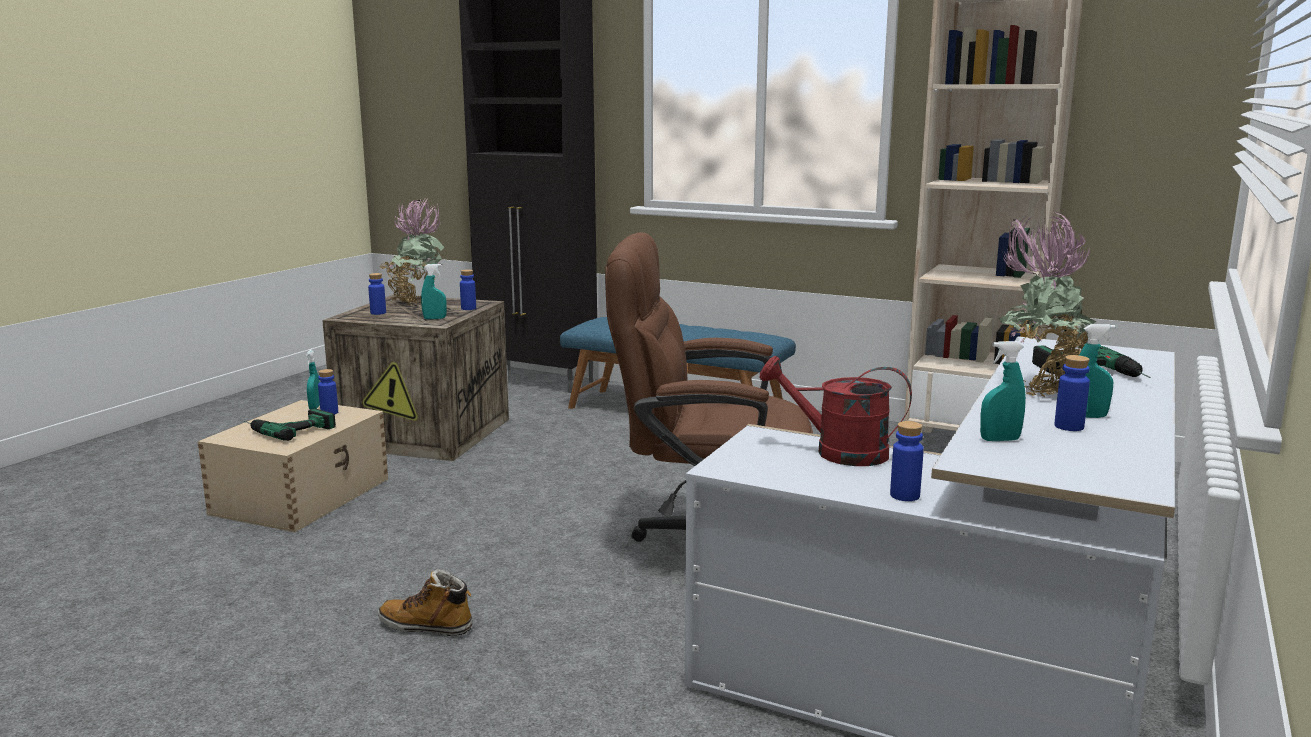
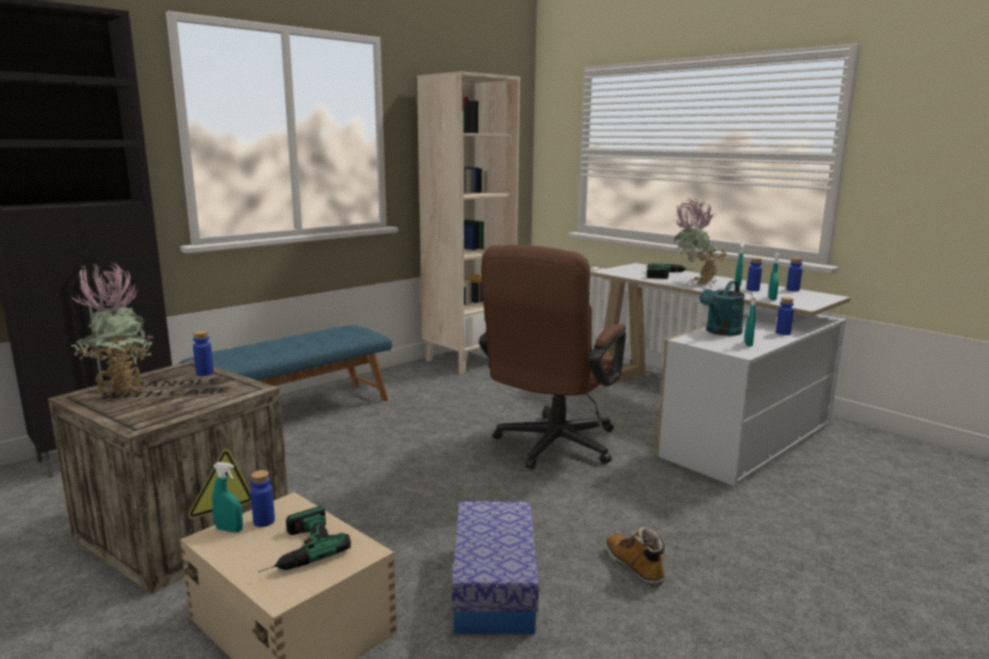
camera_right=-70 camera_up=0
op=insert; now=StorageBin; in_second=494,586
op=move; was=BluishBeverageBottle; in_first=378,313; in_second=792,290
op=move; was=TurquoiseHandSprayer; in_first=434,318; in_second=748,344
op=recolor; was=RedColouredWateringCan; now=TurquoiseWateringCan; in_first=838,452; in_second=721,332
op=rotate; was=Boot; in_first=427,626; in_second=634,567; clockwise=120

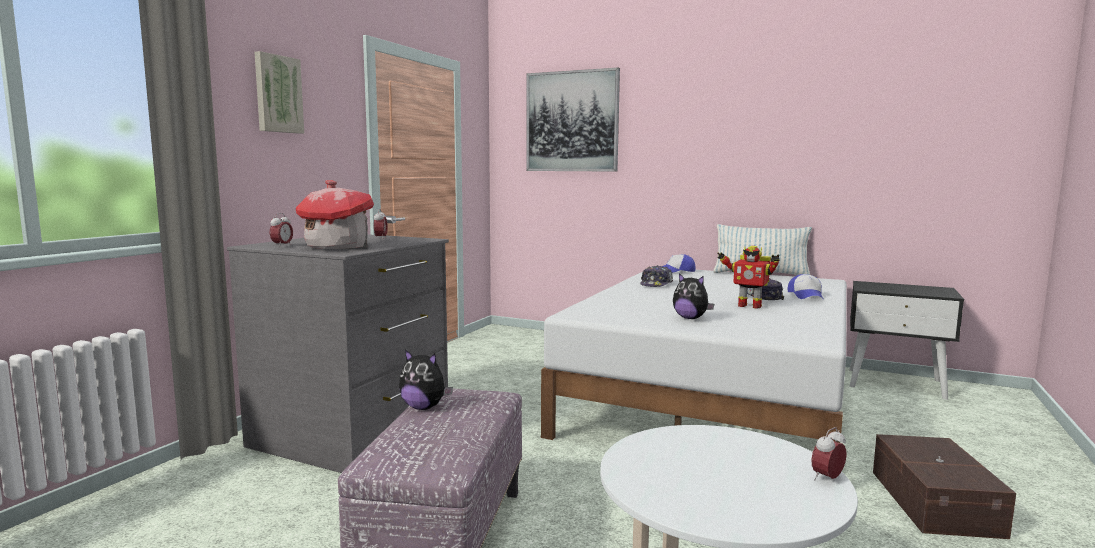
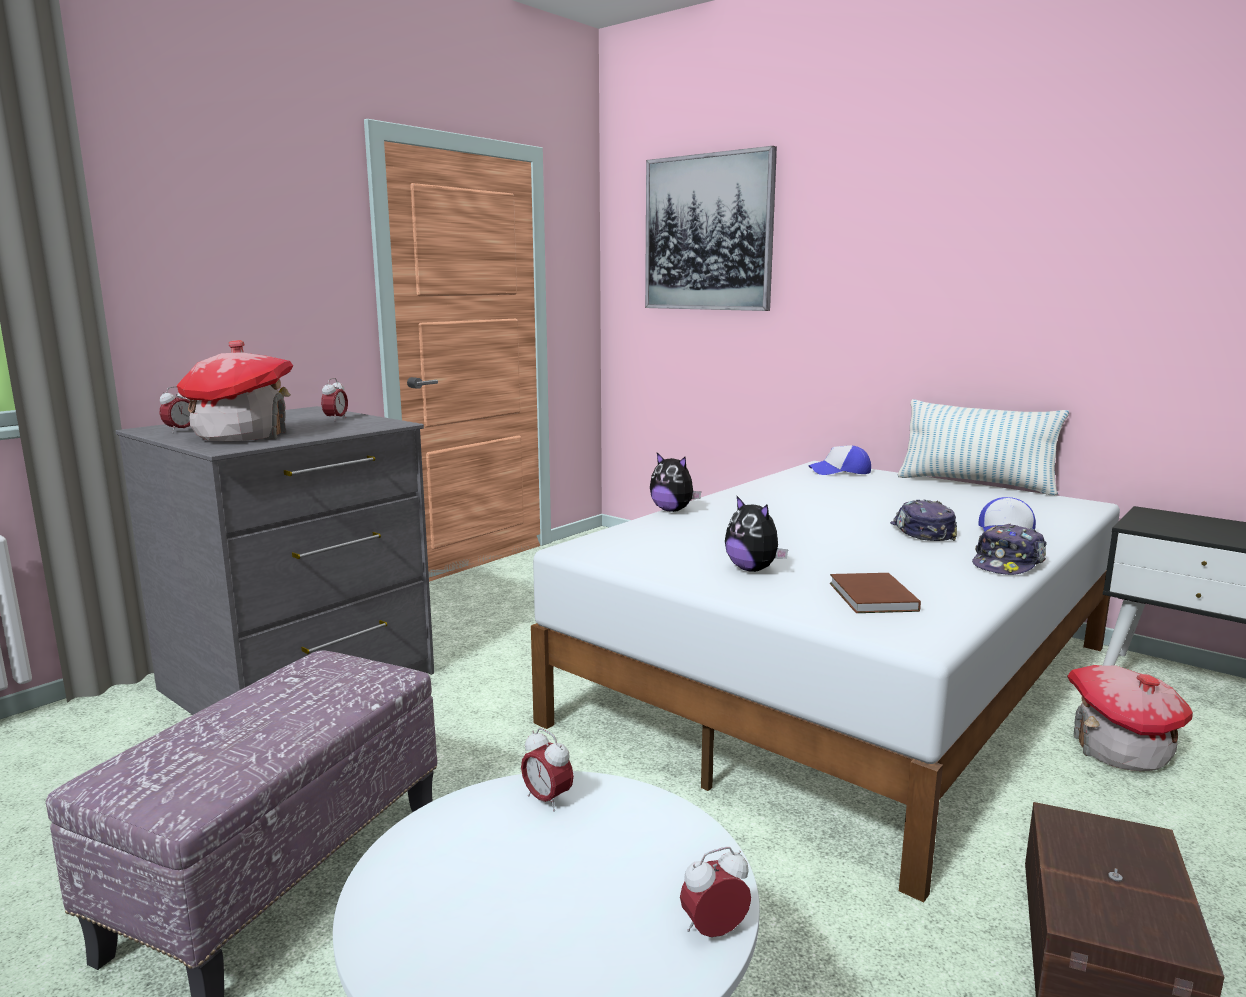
camera_right=15 camera_up=5
op=delete; was=WallPicture; in_first=277,94
op=delete; was=ToyRobot; in_first=749,306
op=insert; now=AlarmClock; in_second=547,800
op=insert; now=BrownishVolume; in_second=872,598
op=insert; now=ToyHouse; in_second=1120,751
op=move; was=SoftToy; in_first=424,407; in_second=672,510
op=move; was=BaseballCap; in_first=656,284; in_second=1008,564

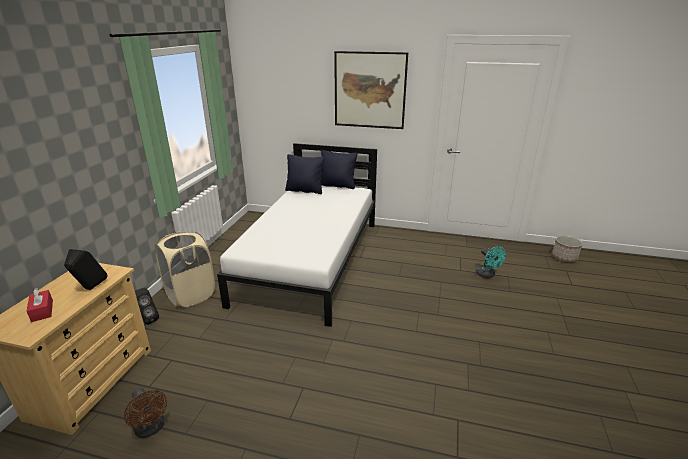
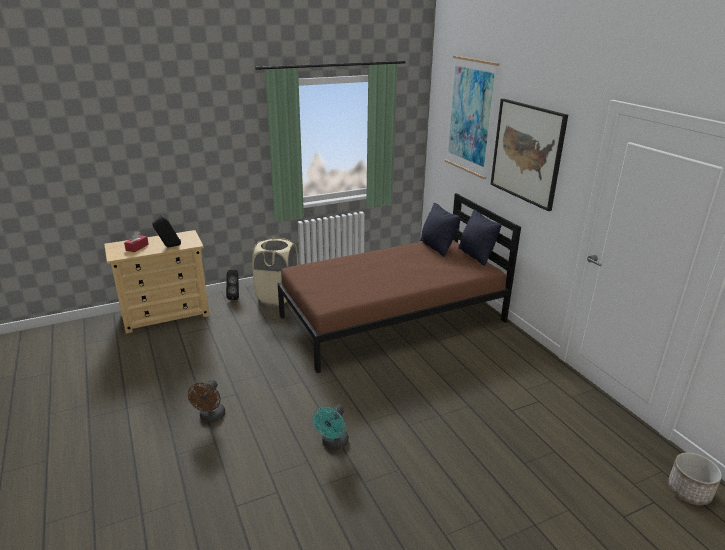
camera_right=50 camera_up=0
op=insert; now=WallPicture; in_second=470,116
op=move; was=BrownishCoolingFan; in_first=151,429; in_second=211,417
op=move; was=TurquoiseCoolingFan; in_first=487,275; in_second=333,444
op=recolor; was=WhiteColouredBedroomBed; now=BrownishBedroomBed; in_first=311,260; in_second=393,319

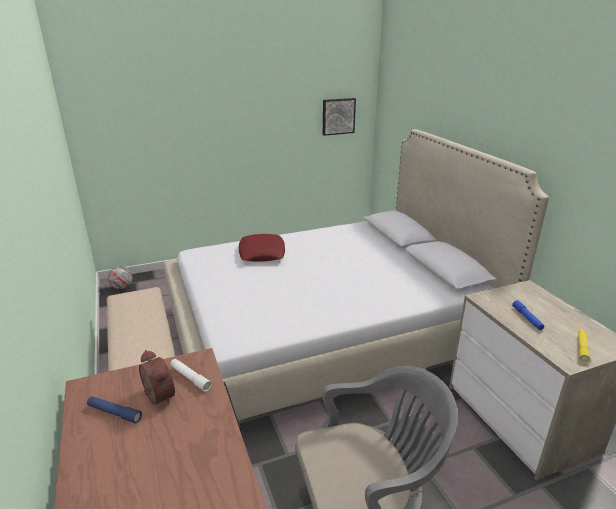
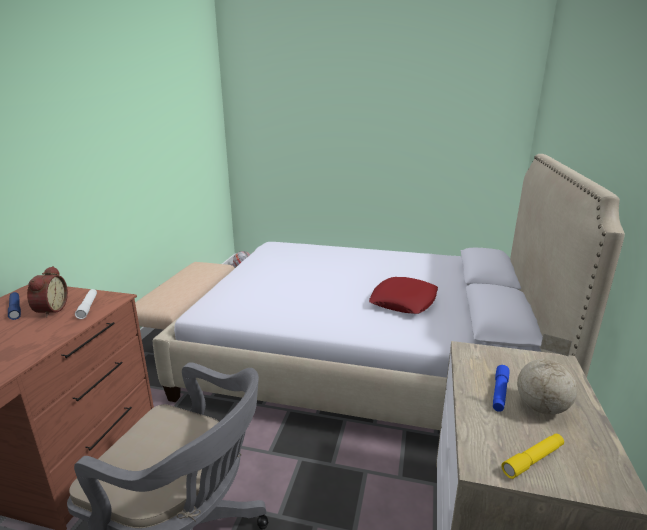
camera_right=35 camera_up=-5
op=delete; was=WallPicture; in_first=338,116
op=insert; now=Globe; in_second=540,407
op=move; was=RedColouredThrowPillow; in_first=262,253; in_second=404,301

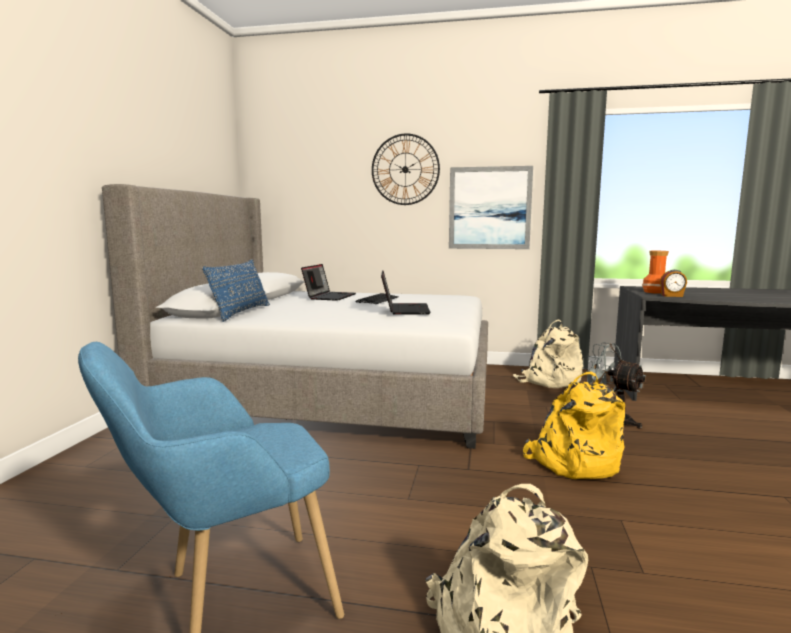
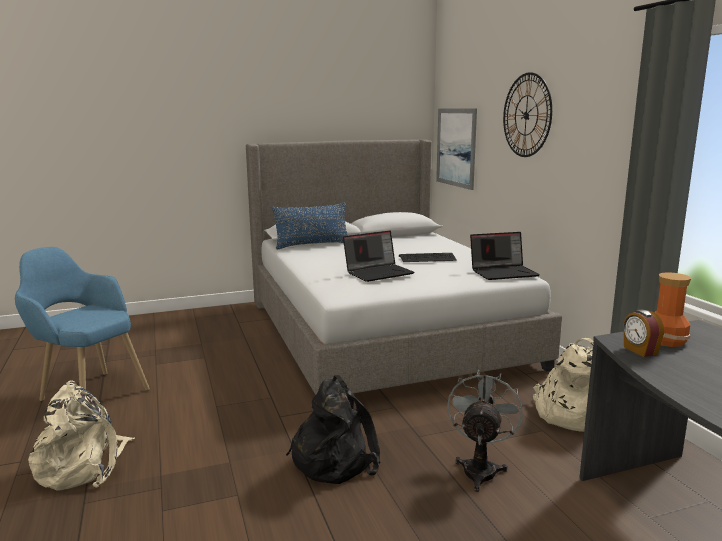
camera_right=60 camera_up=5
op=move; was=PortableComputer; in_first=329,296; in_second=504,272
op=move; was=WallPicture; in_first=489,208; in_second=456,147
op=recolor; was=YellowColouredBackpack; now=BlackColouredBackpack; in_first=573,462; in_second=334,459

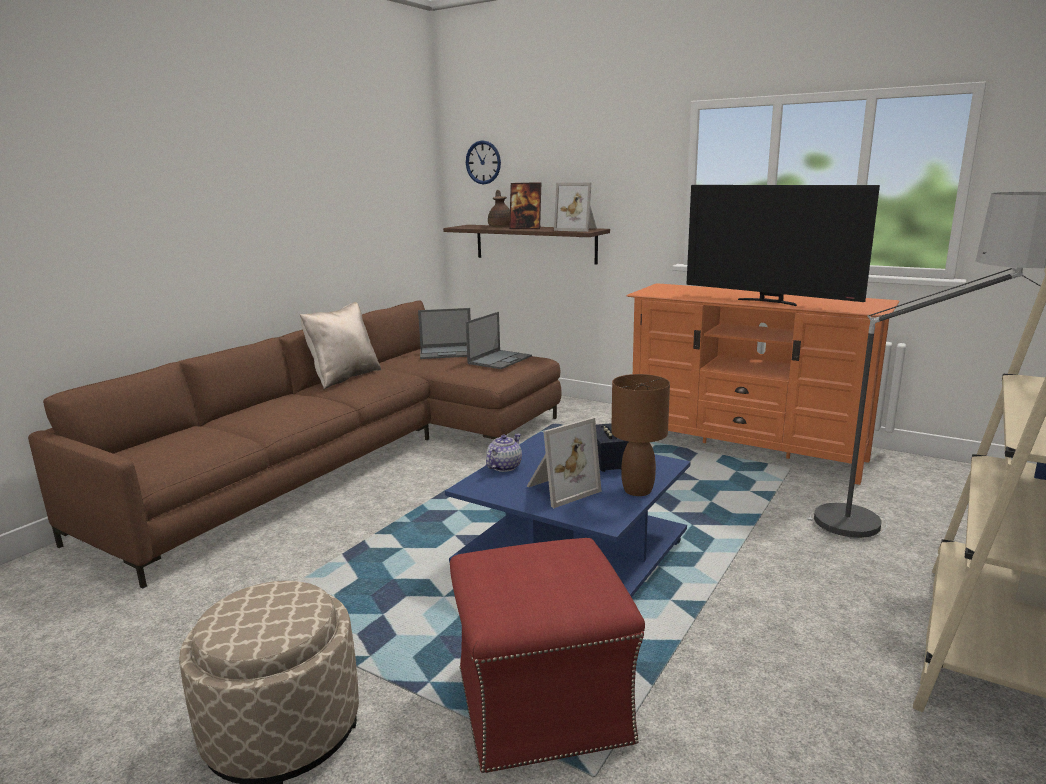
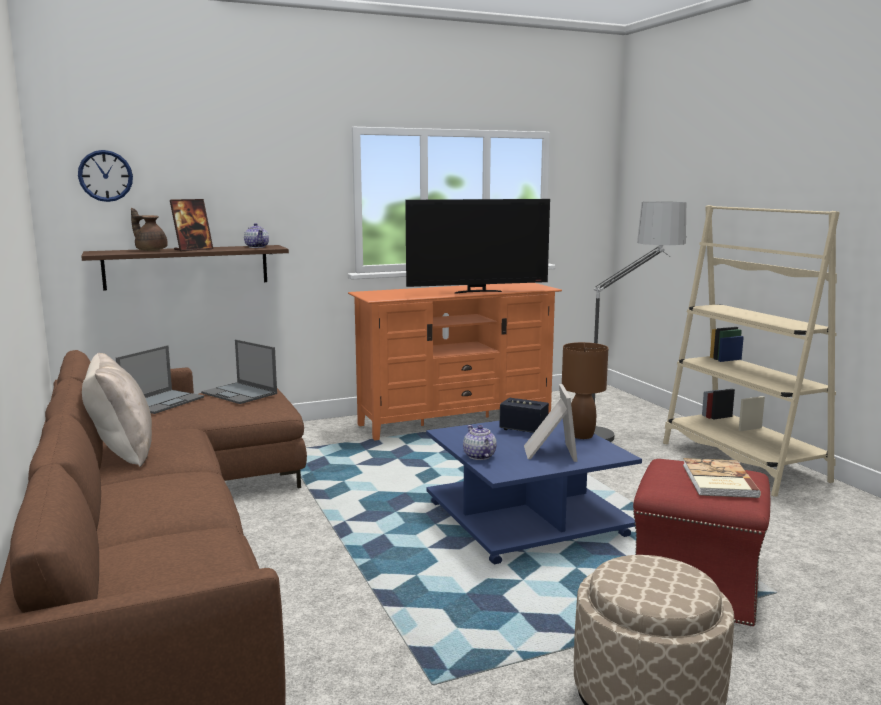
camera_right=-55 camera_up=-5
op=insert; now=Volume; in_second=717,481
op=replace; was=StandingFrame; now=PotForTea; in_first=577,229; in_second=257,247
op=rotate; was=PortableComputer; in_first=500,360; in_second=240,393; clockwise=150

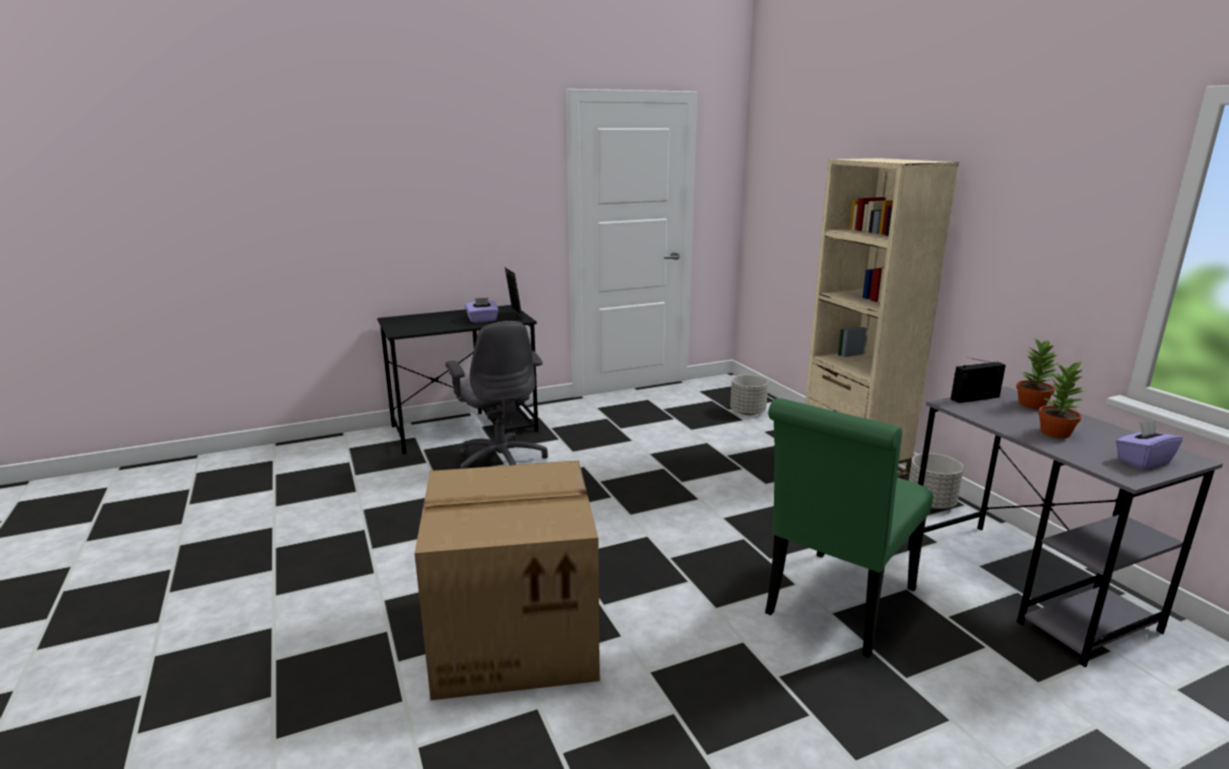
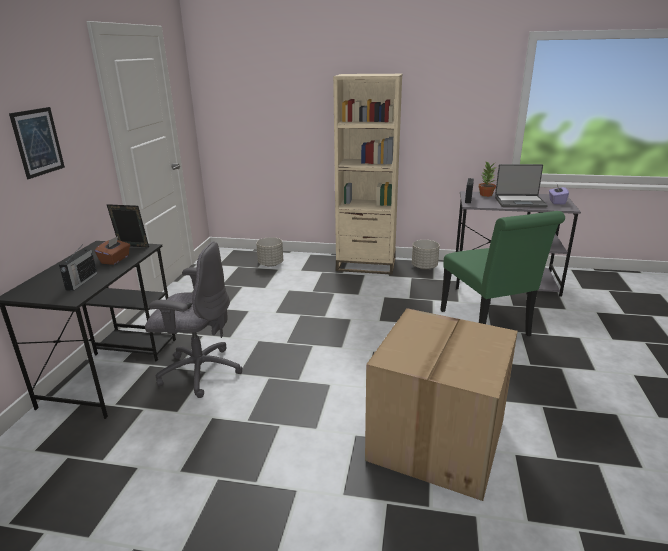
camera_right=-55 camera_up=5
op=insert; now=WallPicture; in_second=38,142
op=insert; now=RadioReceiver; in_second=81,282
op=replace; was=PlantInAPot; now=PortableComputer; in_first=1056,433; in_second=519,202
op=recolor; was=PurpleColouredTissueHolder; now=BrownishTissueHolder; in_first=482,320; in_second=115,260

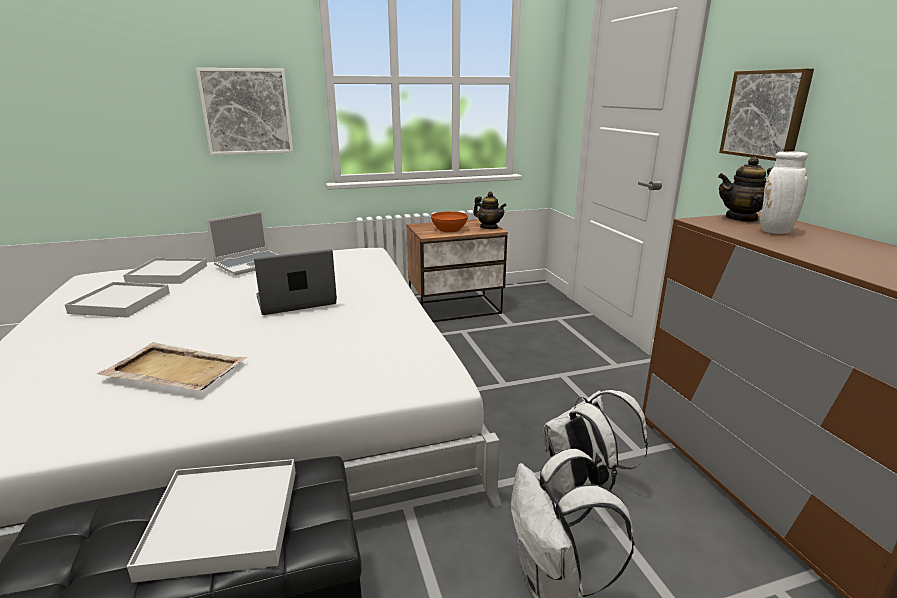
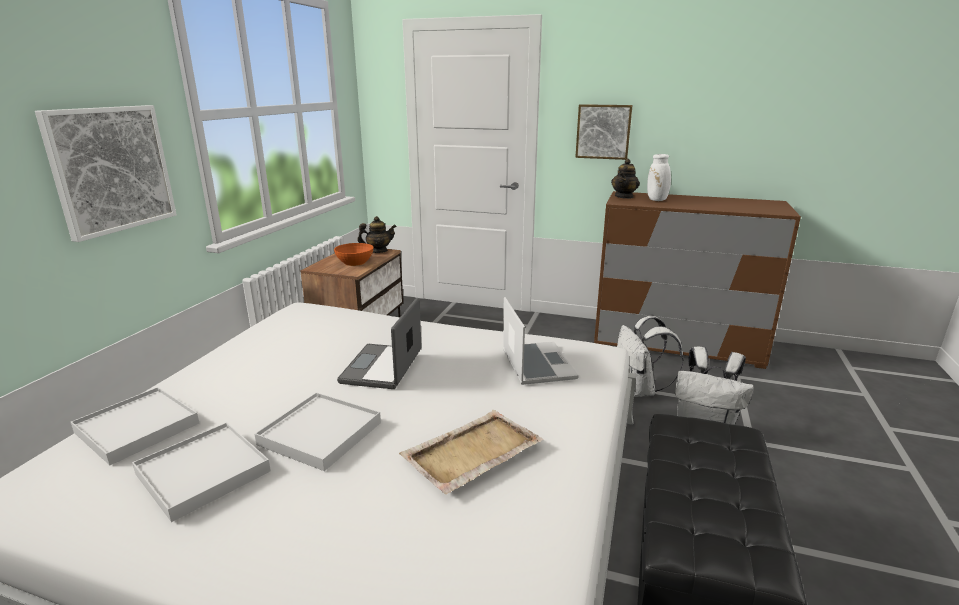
camera_right=-55 camera_up=0
op=move; was=WhiteColouredTray; in_first=223,521; in_second=320,434
op=move; was=PortableComputer; in_first=252,263; in_second=536,364

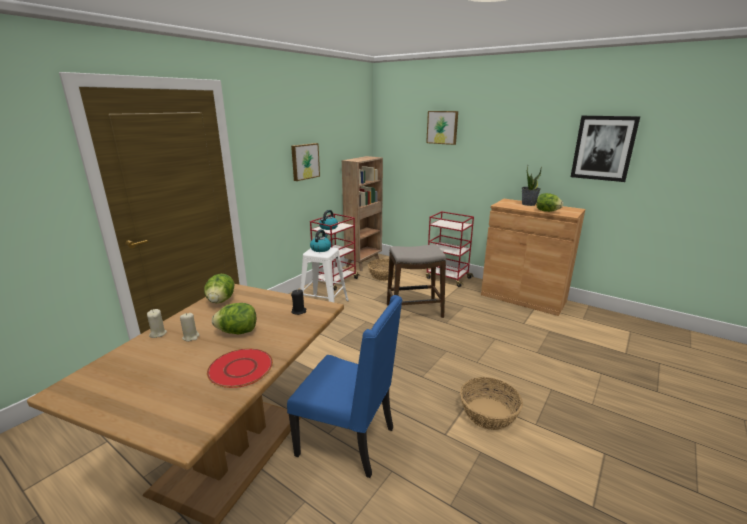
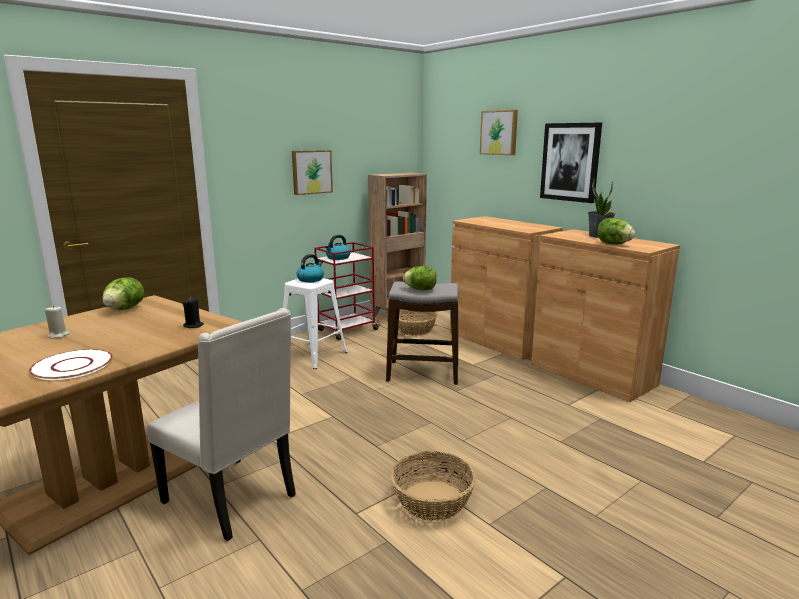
camera_right=15 camera_up=-5
op=delete; was=BeigeColouredWaxCandle; in_first=158,334
op=move; was=LettuceHead; in_first=238,332; in_second=421,289
op=move; was=WallPicture; in_first=603,148; in_second=570,162
op=replace; was=RedColouredTrolley; now=BrownishCupboard; in_first=447,278; in_second=499,340
op=recolor; was=RedColouredDinnerPlate; now=WhiteColouredDinnerPlate; in_first=240,368; in_second=72,366
op=recolor; was=BluishPlainChair; now=BeigeColouredPlainChair; in_first=349,441; in_second=233,499

